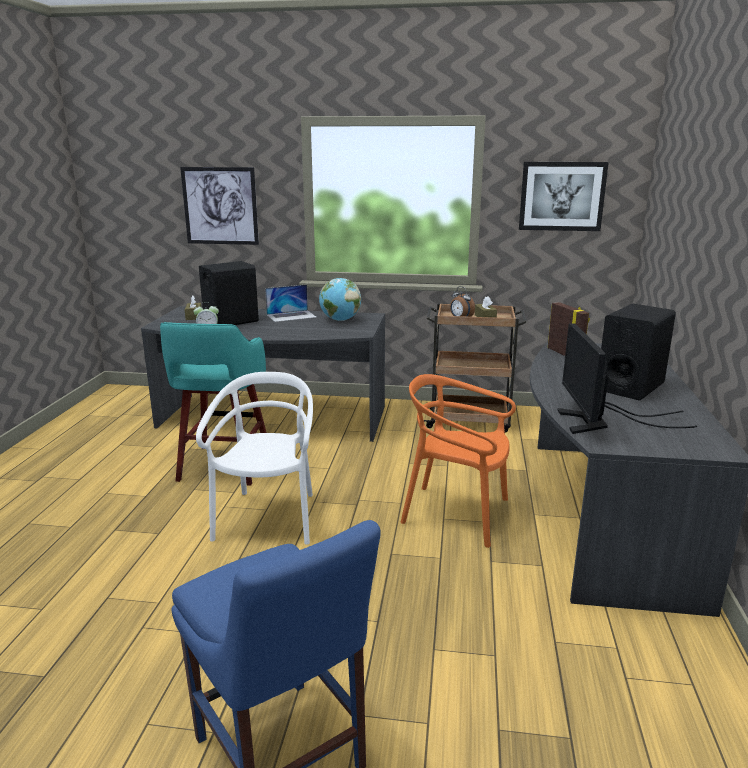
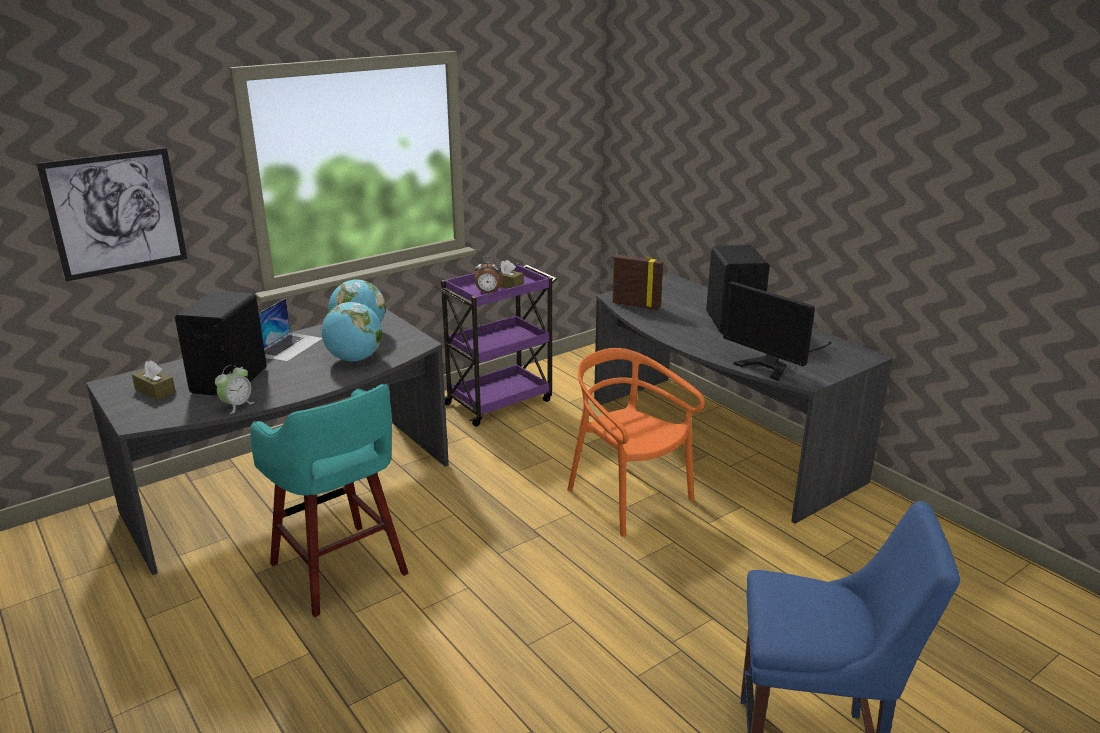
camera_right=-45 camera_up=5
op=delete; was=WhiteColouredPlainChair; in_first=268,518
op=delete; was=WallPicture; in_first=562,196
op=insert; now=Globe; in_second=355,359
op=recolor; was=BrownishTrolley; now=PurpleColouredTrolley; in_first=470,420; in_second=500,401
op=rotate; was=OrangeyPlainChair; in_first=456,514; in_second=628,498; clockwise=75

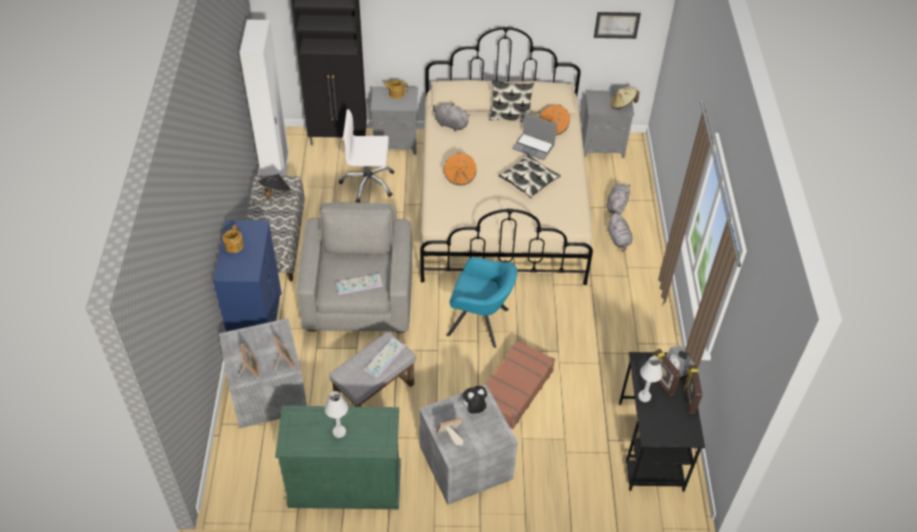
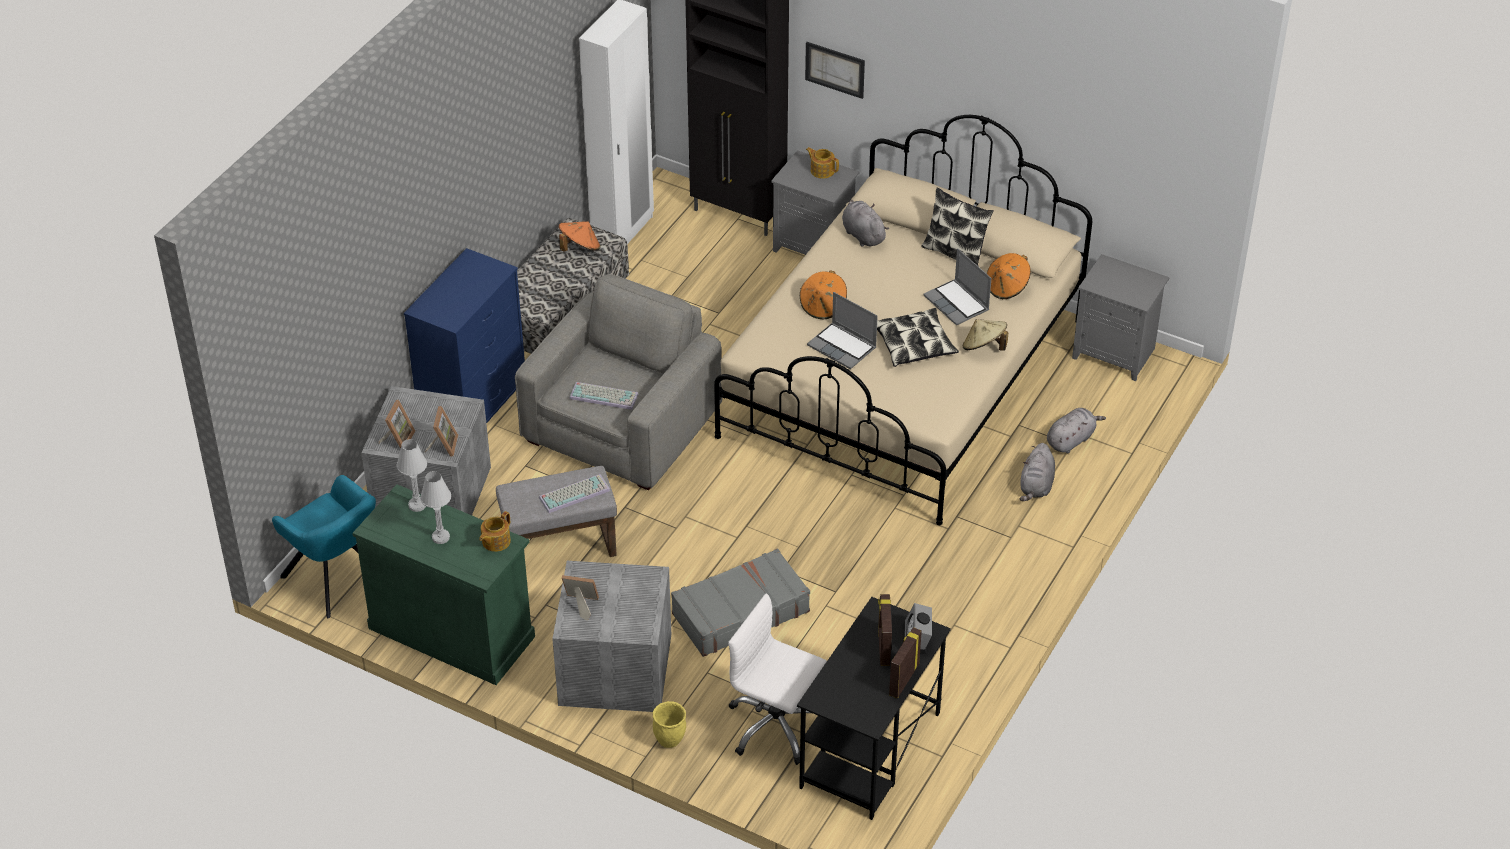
camera_right=30 camera_up=-5
op=delete; was=SoftToy; in_first=474,409
op=insert; now=YellowColouredFlowerPot; in_second=669,741
op=insert; now=PortableComputer; in_second=843,347
op=move; was=PotForTea; in_first=233,246; in_second=495,541
op=move; was=WhiteColouredComputerChair; in_first=368,183; in_second=776,726
op=move; was=TurquoiseLoungeChair; in_first=480,323; in_second=337,579
op=move; was=WallPicture; in_first=616,24; in_second=835,69
op=move; was=BeigeColouredClothingHat; in_first=622,105; in_second=984,347
op=move; was=WhiteColouredLampForATable; in_first=644,396; in_second=417,505
op=recolor; was=BlackColouredClothingHat; now=OrangeyClothingHat; in_first=275,192; in_second=579,248
op=recolor; was=BrownishSuitcase; now=GreySuitcase; in_first=513,389; in_second=739,612

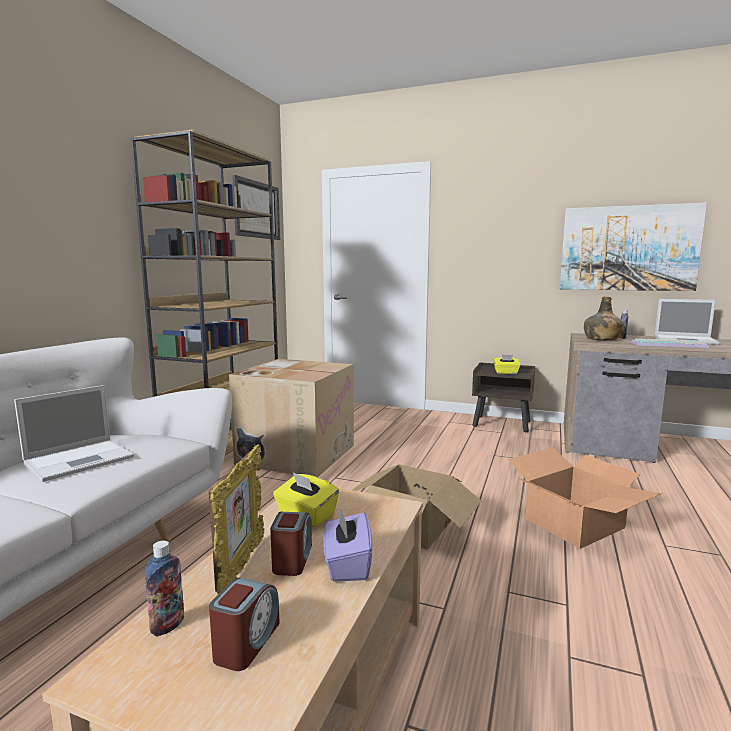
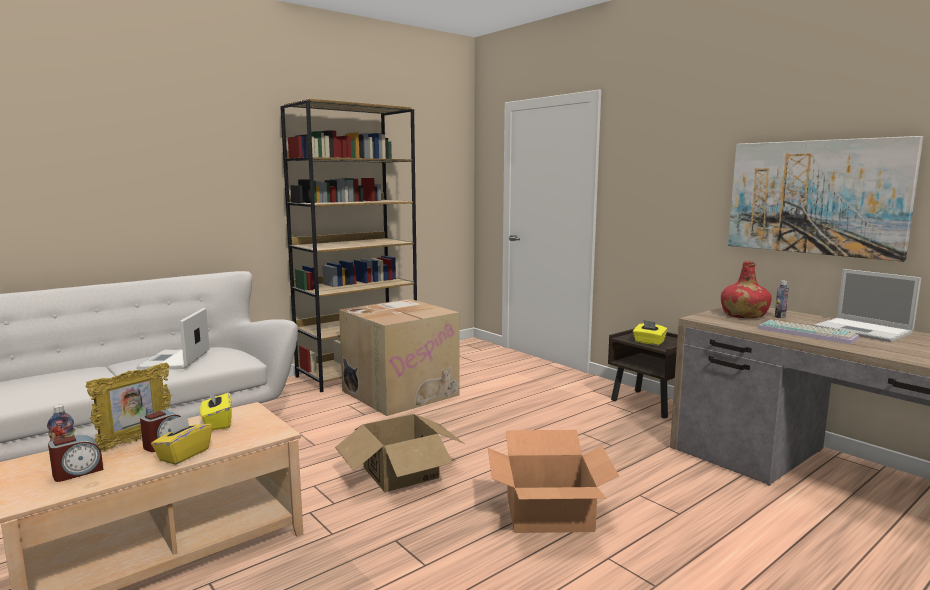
camera_right=30 camera_up=0
op=delete; was=WallPicture; in_first=256,210
op=recolor; was=PurpleColouredTissueHolder; now=YellowColouredTissueHolder; in_first=347,564; in_second=183,455
op=recolor; was=GreenColouredBeverageBottle; now=RedColouredBeverageBottle; in_first=601,339; in_second=743,315
op=rotate; was=PortableComputer; in_first=81,459; in_second=174,360; clockwise=105

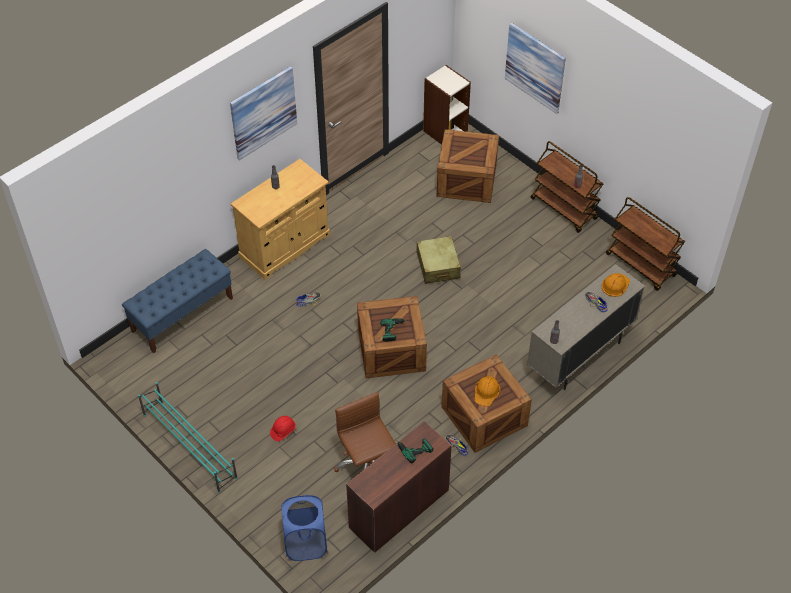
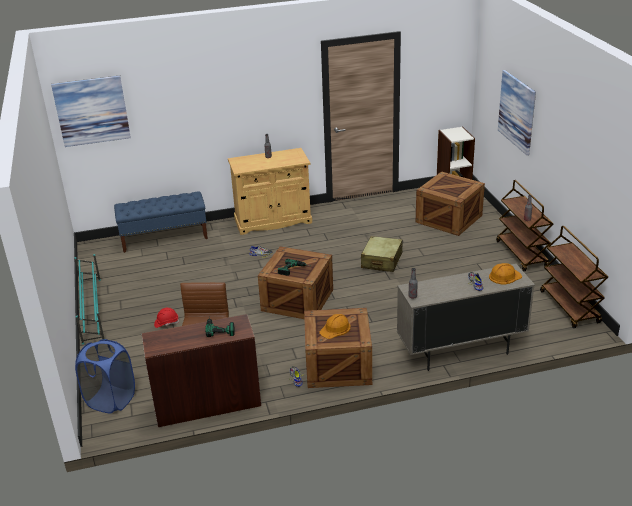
camera_right=30 camera_up=-20
op=move; was=WallPicture; in_first=263,112; in_second=92,111

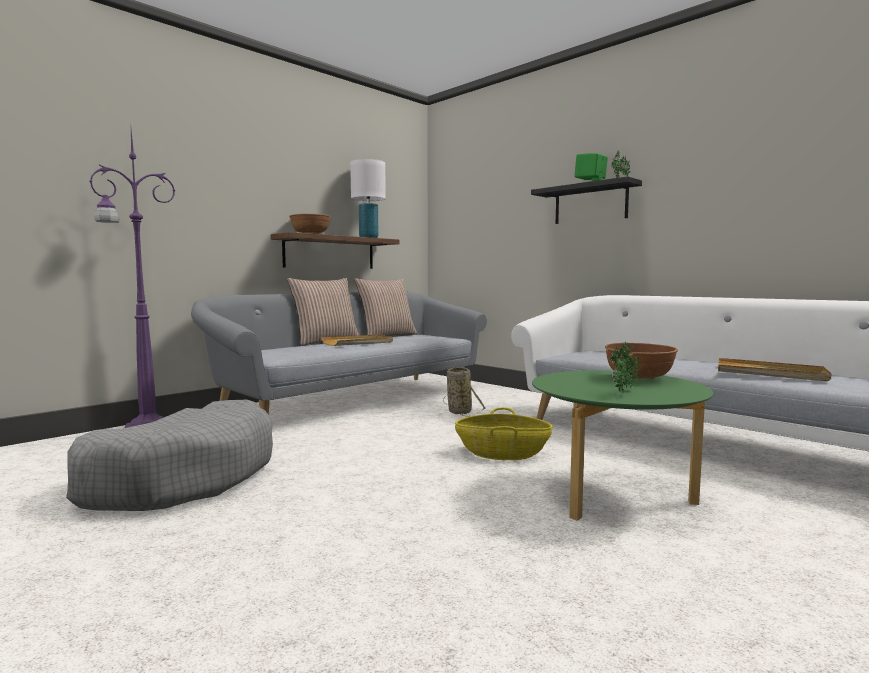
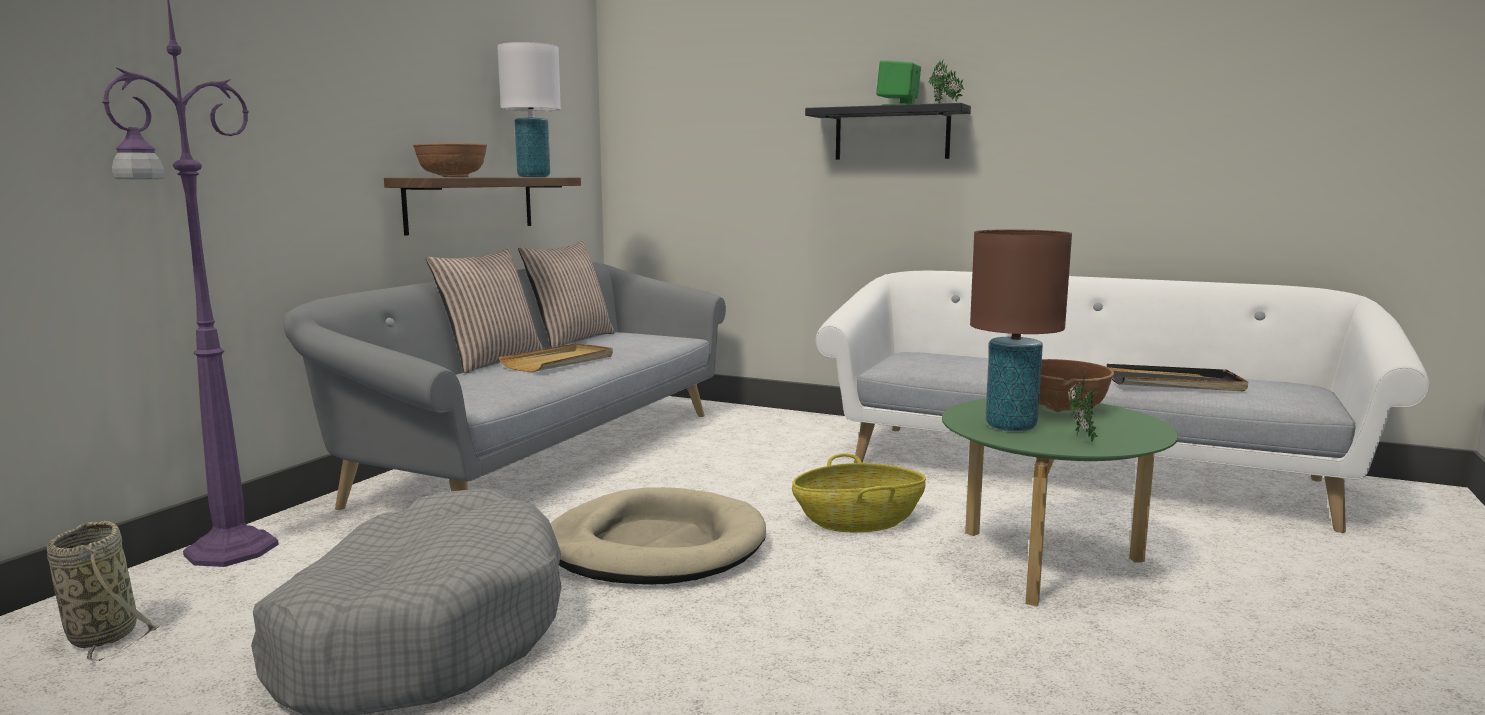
camera_right=-20 camera_up=5
op=insert; now=BeigeColouredPetBed; in_second=654,547
op=insert; now=BrownishLampForATable; in_second=1010,426
op=move; was=StorageBasket; in_first=459,411; in_second=102,634
op=recolor; was=BeigeColouredTray; now=BlackColouredTray; in_first=770,373; in_second=1174,383

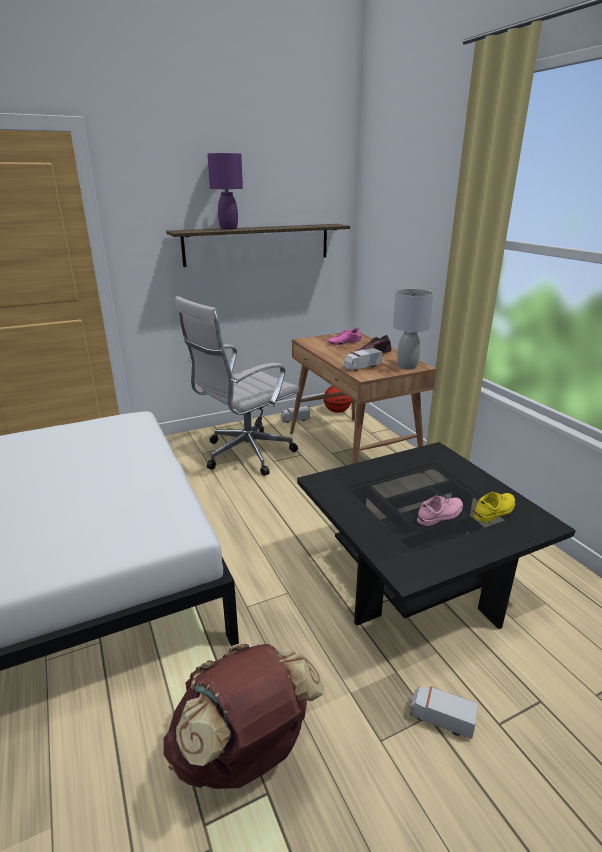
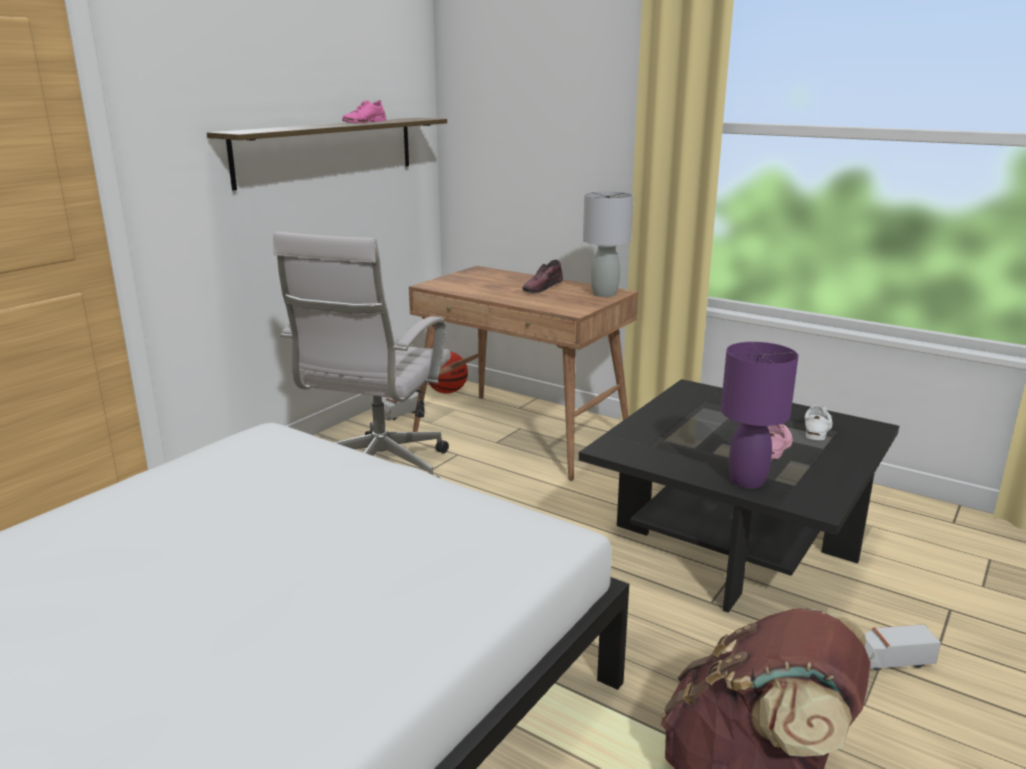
camera_right=-30 camera_up=-5
op=delete; was=ToyLorry; in_first=361,367
op=move; was=PurpleColouredLampForATable; in_first=228,229; in_second=748,481
op=move; was=PinkItemOfFootwear; in_first=344,342; in_second=364,122
op=recolor; was=YellowColouredItemOfFootwear; now=WhiteColouredItemOfFootwear; in_first=495,510; in_second=817,428

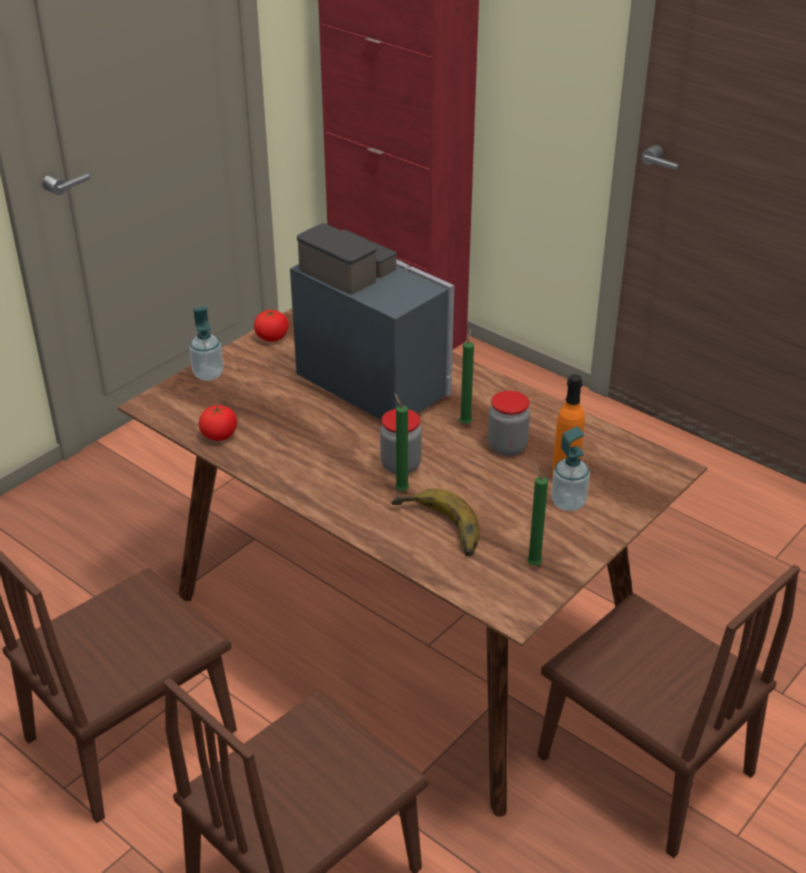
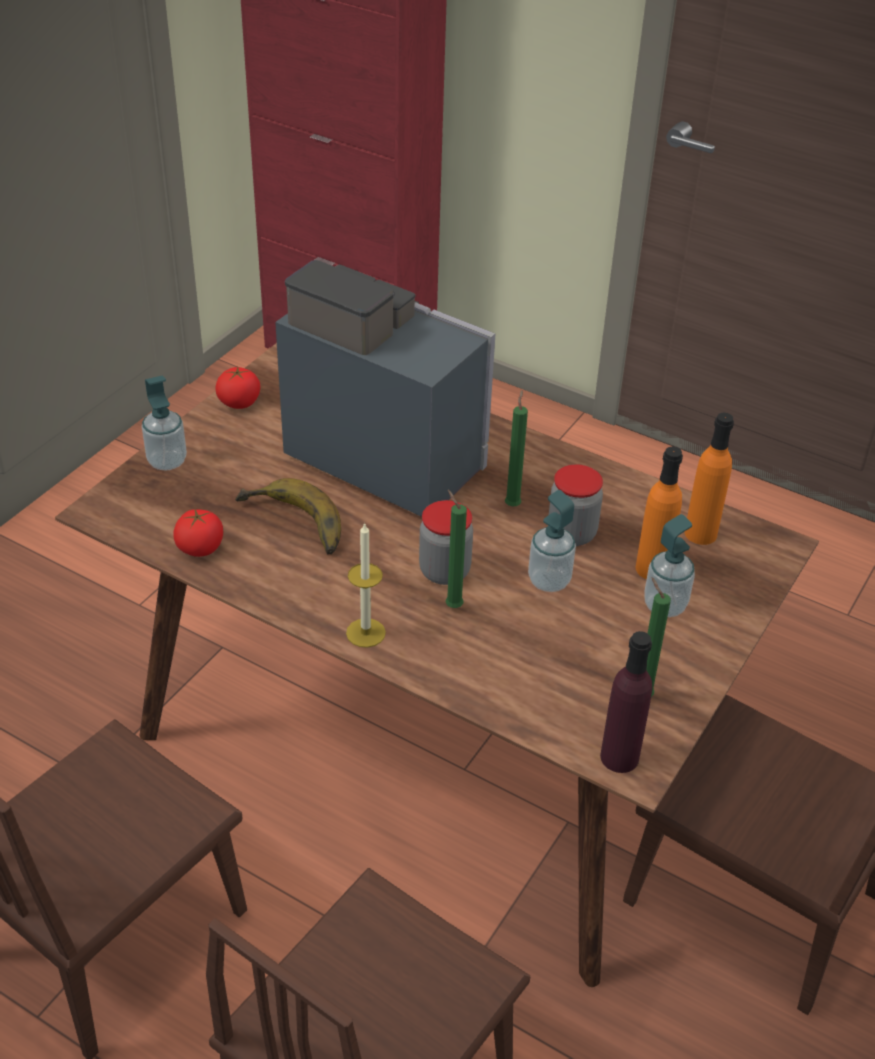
camera_right=-10 camera_up=5
op=insert; now=WaxCandle; in_second=365,633
op=insert; now=SoapDispenser; in_second=549,581
op=insert; now=PurpleColouredBeverageBottle; in_second=619,757
op=insert; now=OrangeyBeverageBottle; in_second=700,533
op=move; was=BananaFruit; in_first=436,530; in_second=291,526

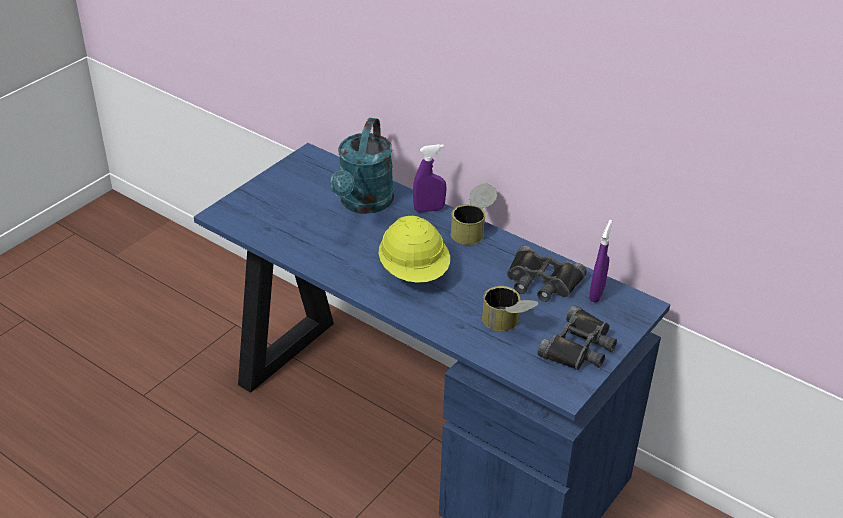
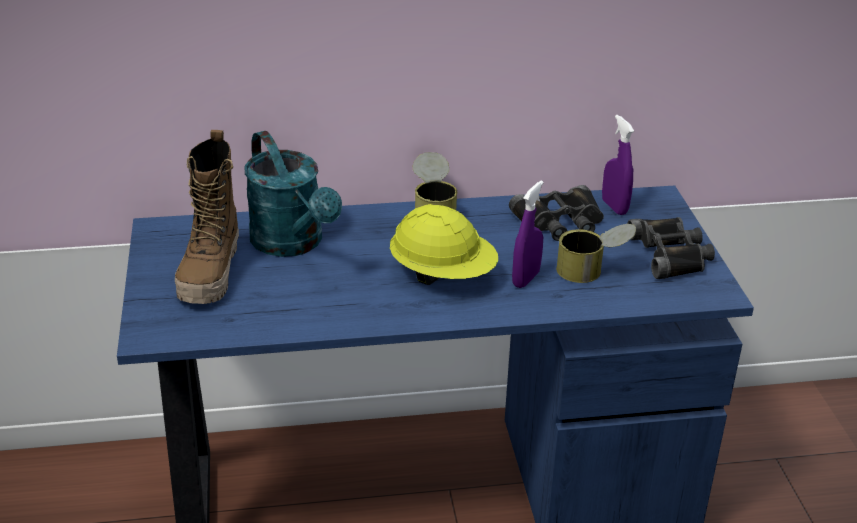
camera_right=-45 camera_up=-5
op=insert; now=Boot; in_second=211,274
op=move; was=PurpleColouredHandSprayer; in_first=429,209; in_second=526,279

